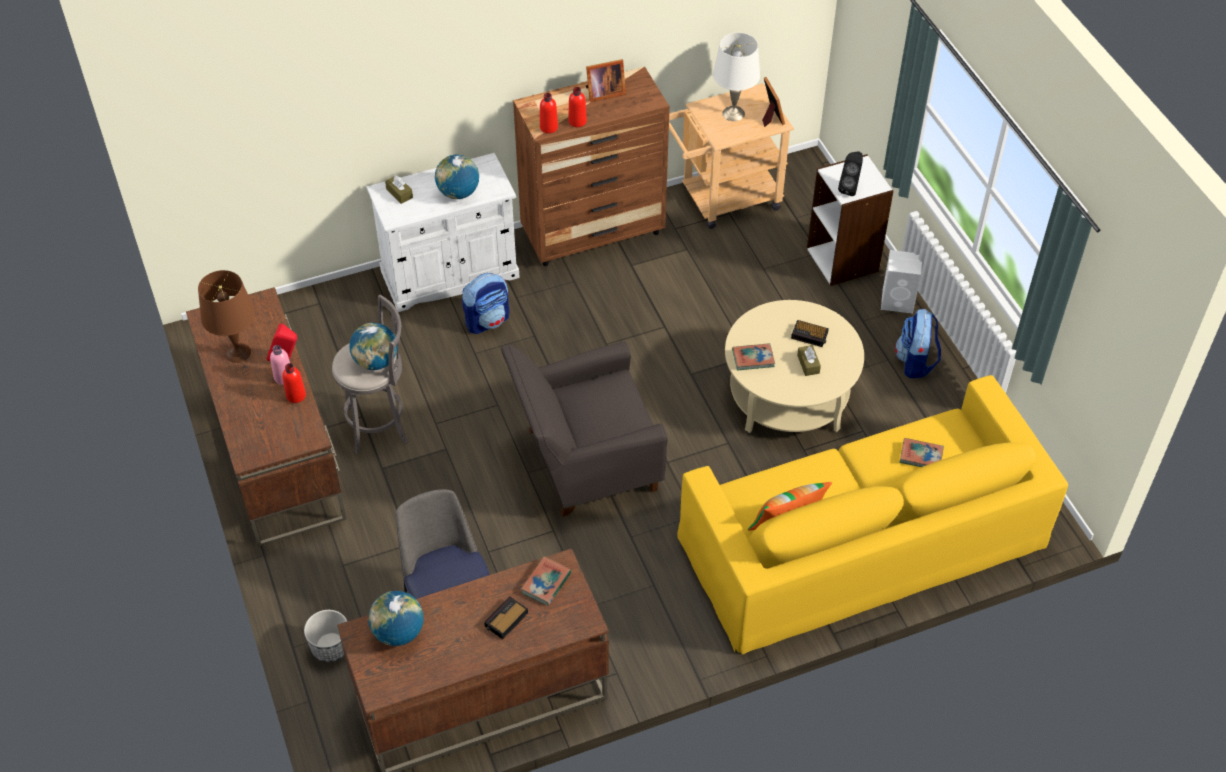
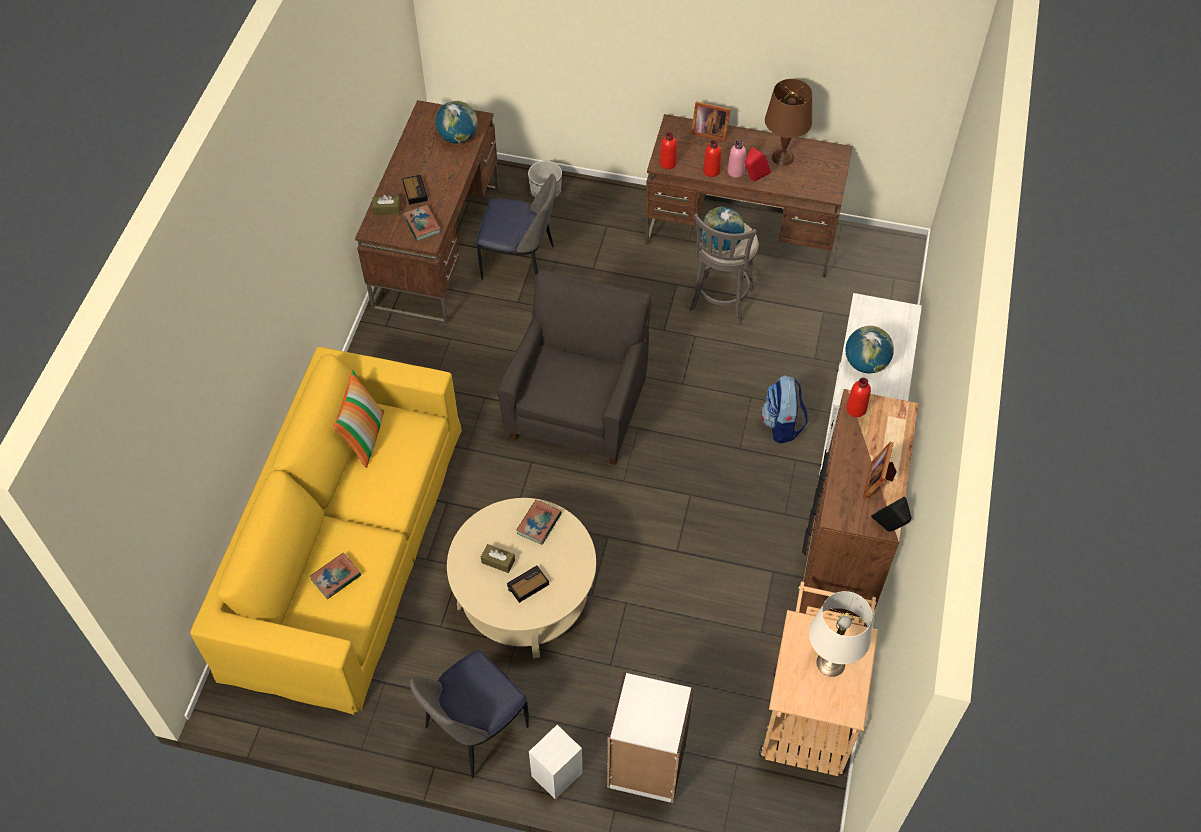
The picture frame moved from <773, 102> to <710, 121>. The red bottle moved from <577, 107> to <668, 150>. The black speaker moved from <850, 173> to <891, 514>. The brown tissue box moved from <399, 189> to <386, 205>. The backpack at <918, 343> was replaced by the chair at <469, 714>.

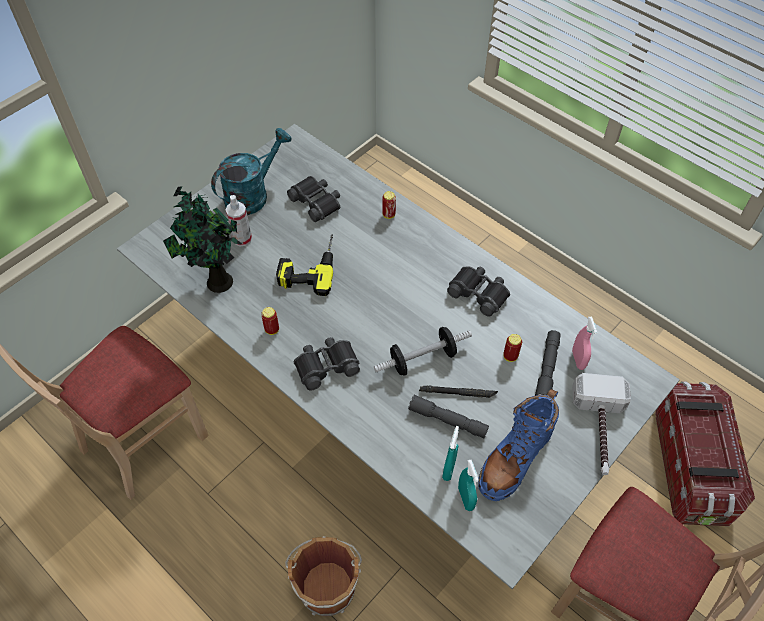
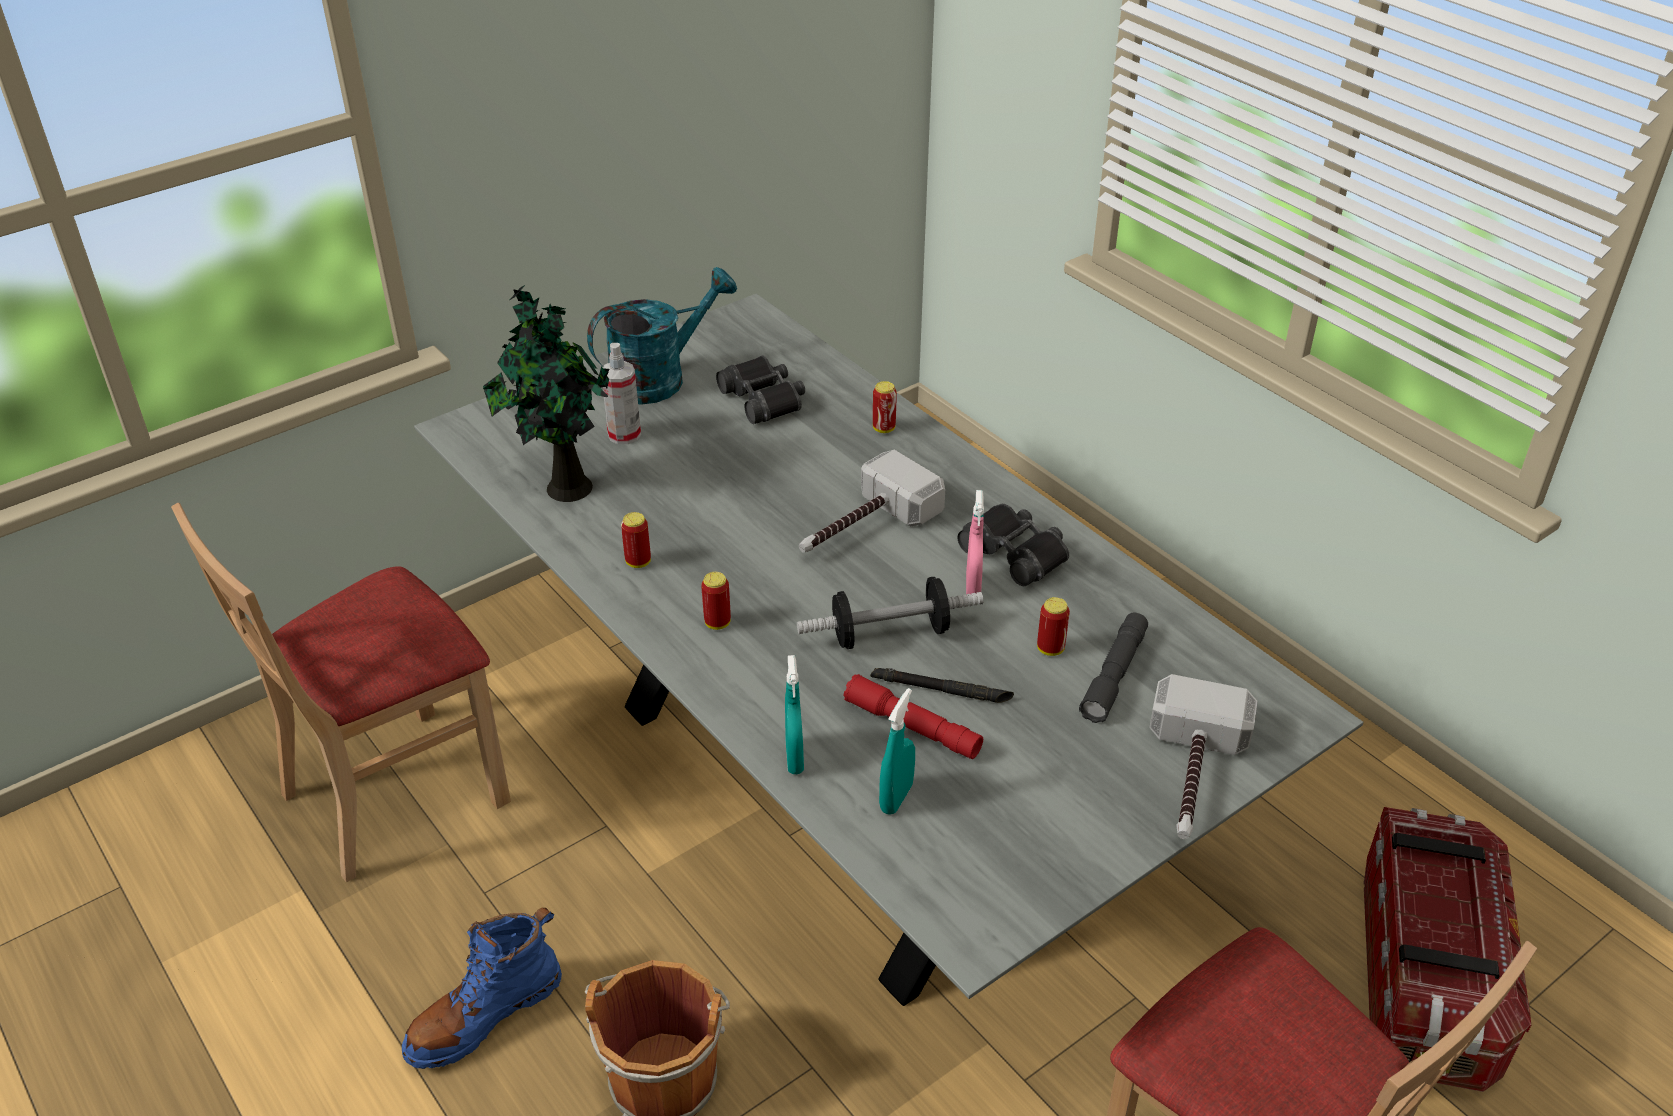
The power drill at <304, 265> disappeared. The pink spray bottle moved from <584, 343> to <975, 542>. The black binoculars at <327, 363> was replaced by the can at <716, 601>. The blue boot moved from <518, 445> to <482, 988>. The grey flashlight at <448, 416> became the red flashlight at <913, 716>. The turquoise spray bottle moved from <468, 485> to <794, 714>. The hammer at <872, 501> appeared.

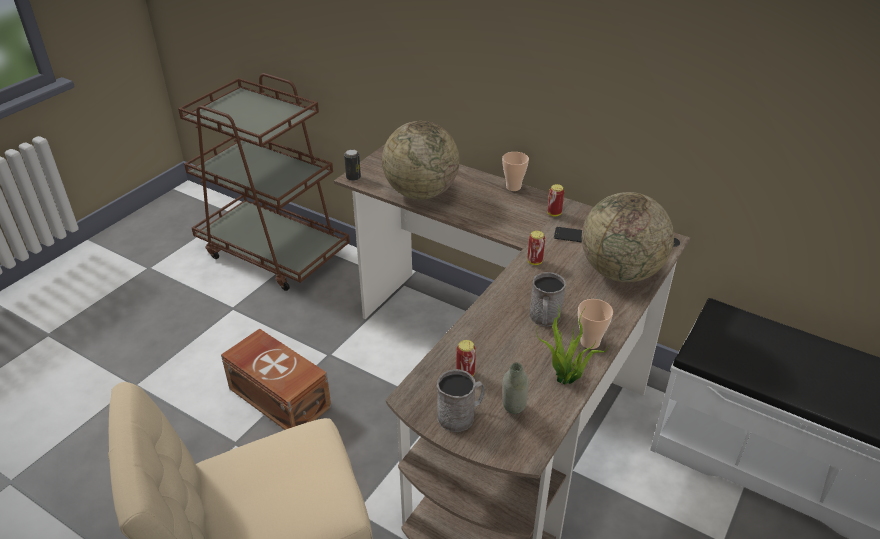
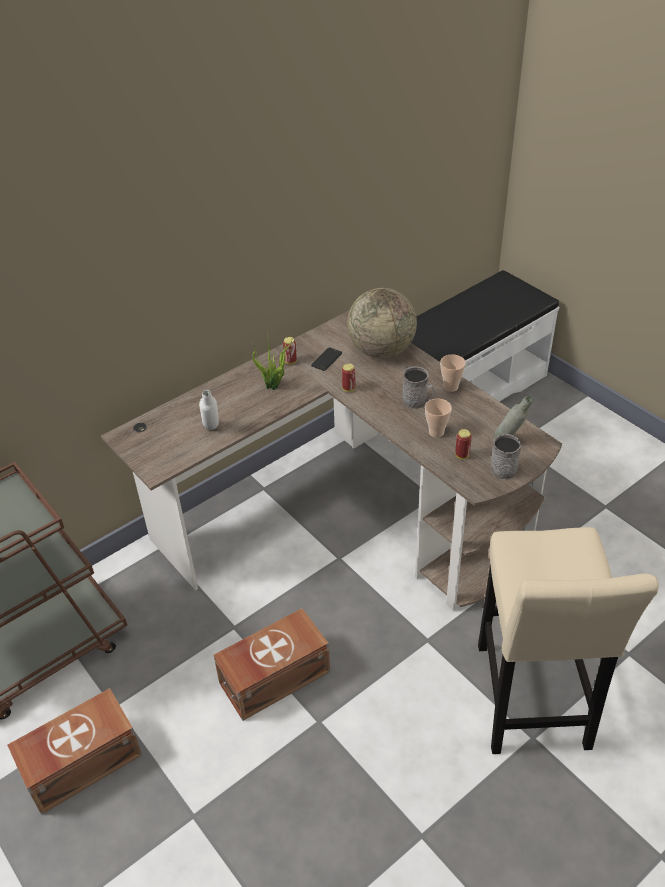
The globe at <421, 160> was replaced by the white bottle at <209, 410>. The can at <352, 165> disappeared. The cup moved from <515, 171> to <438, 418>. The potted plant moved from <572, 345> to <272, 362>. The brown storage box at <74, 751> appeared.

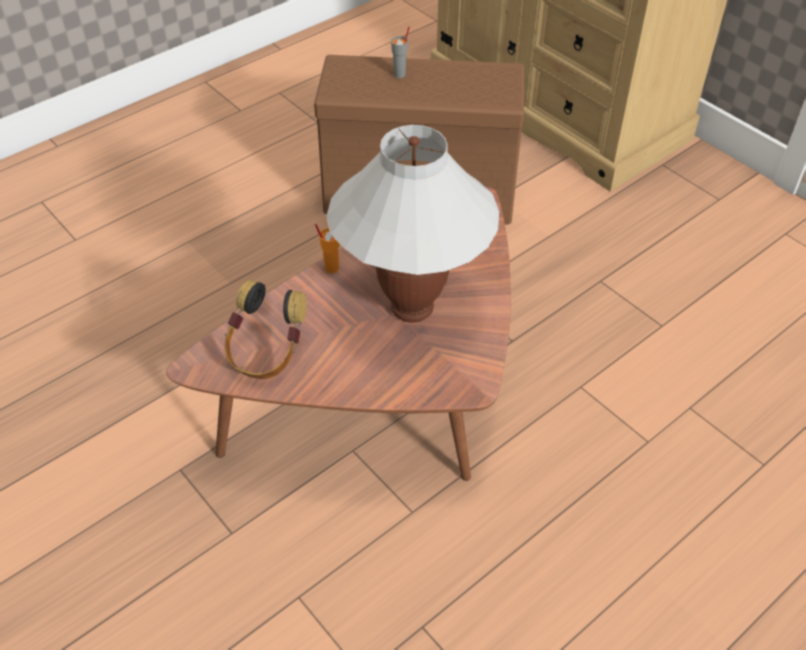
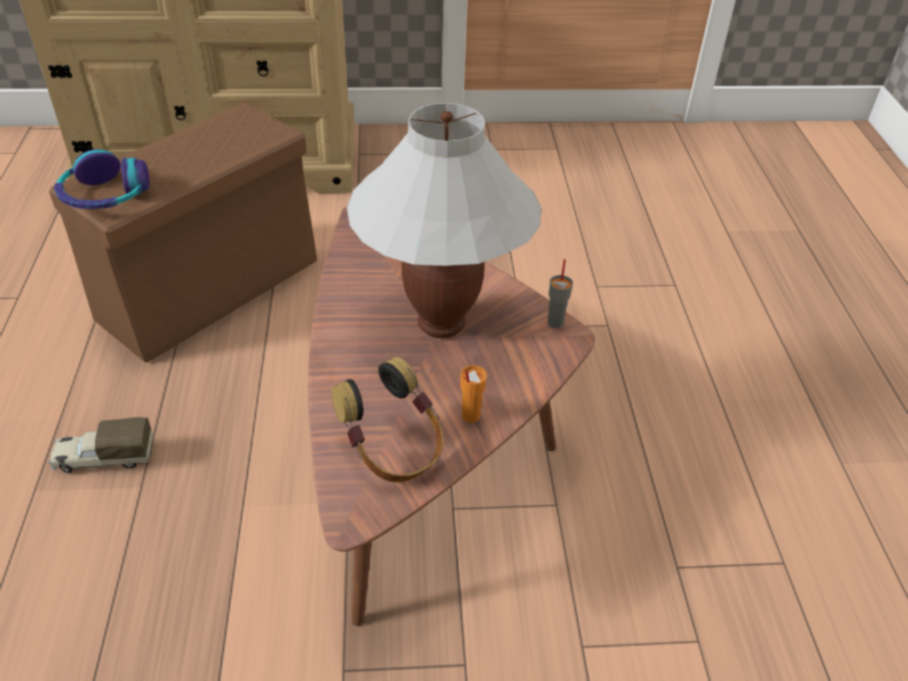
The grey cup moved from <400, 52> to <560, 293>. The orange cup moved from <327, 248> to <473, 394>. The headphones at <101, 179> appeared. The toy truck at <100, 445> appeared.

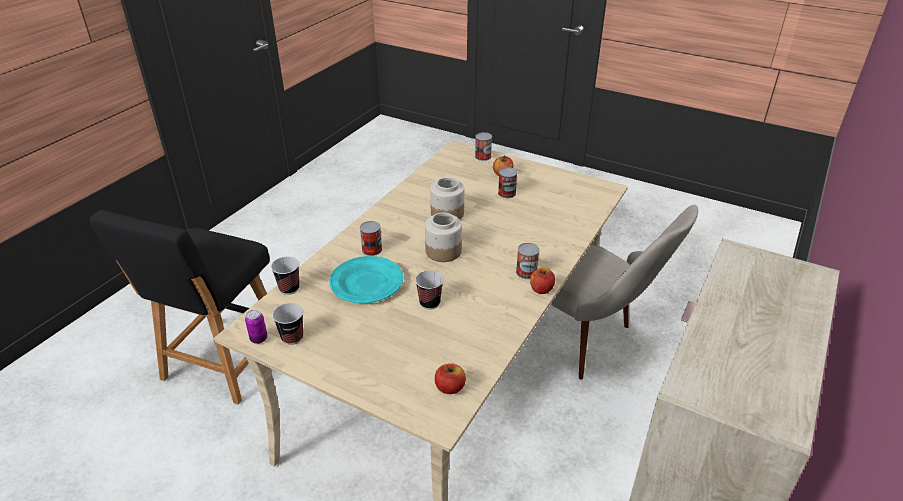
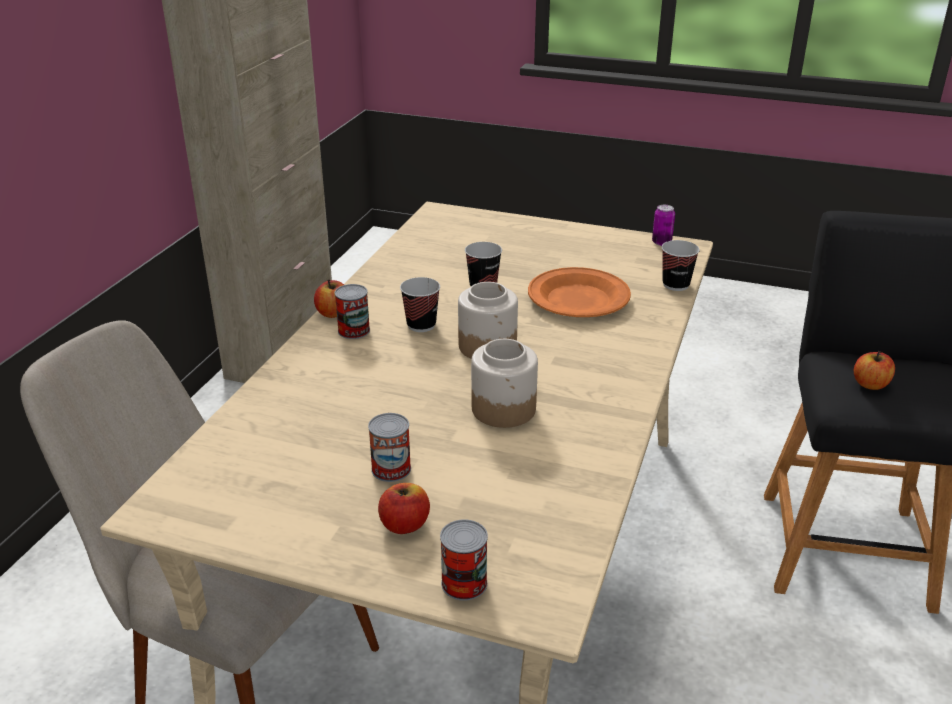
The can at <371, 238> disappeared. The turquoise plate at <366, 279> became the orange plate at <579, 292>. The cup moved from <287, 324> to <420, 304>. The apple moved from <450, 378> to <874, 370>.

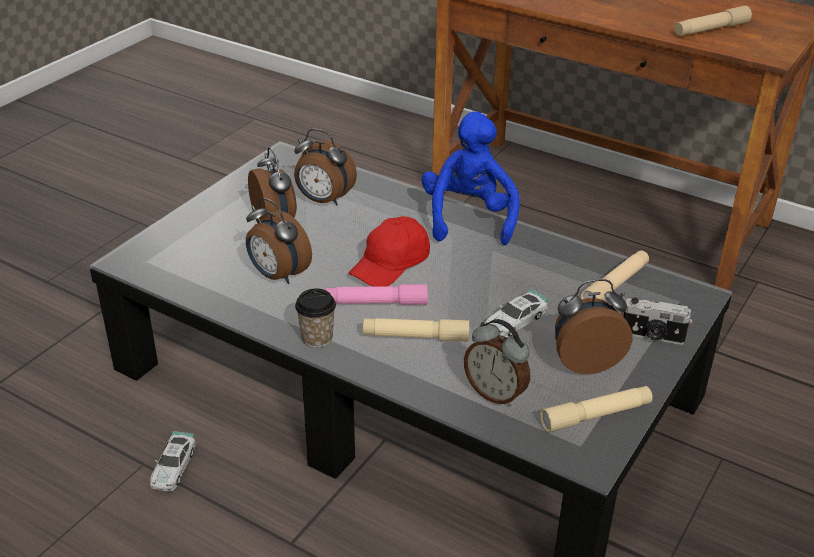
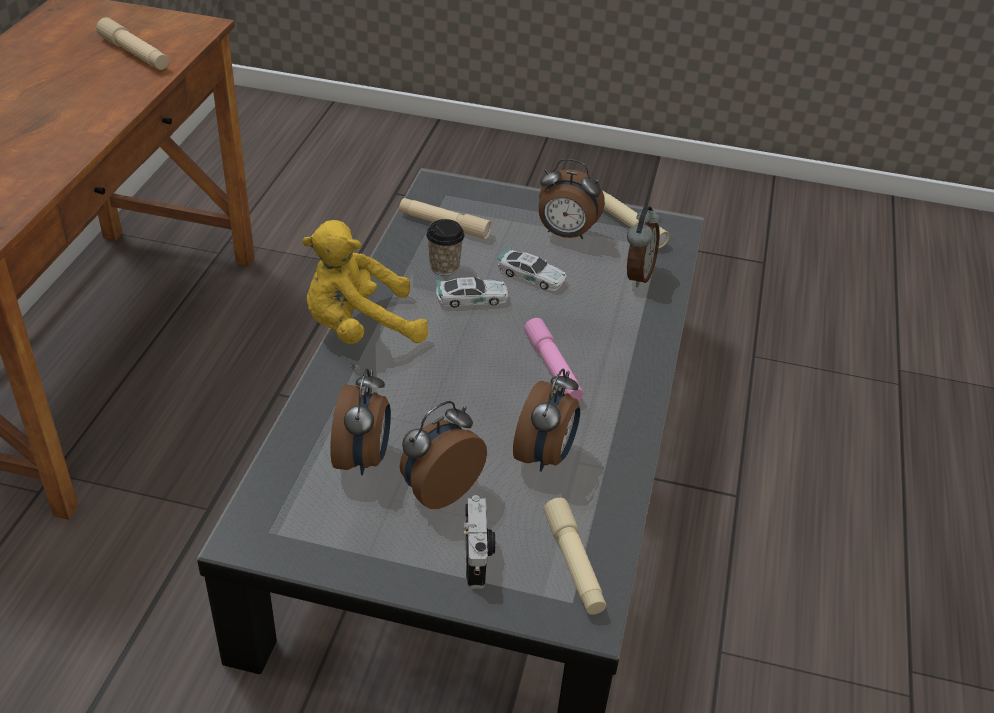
The blue plush toy at <470, 178> became the yellow plush toy at <365, 282>. The red cap at <389, 251> disappeared. The alarm clock at <594, 326> turned 45 degrees counterclockwise. The cup moved from <315, 318> to <445, 247>. The photo camera moved from <657, 321> to <479, 542>. The beige flashlight moved from <416, 330> to <575, 556>. The toy car moved from <173, 461> to <472, 292>.

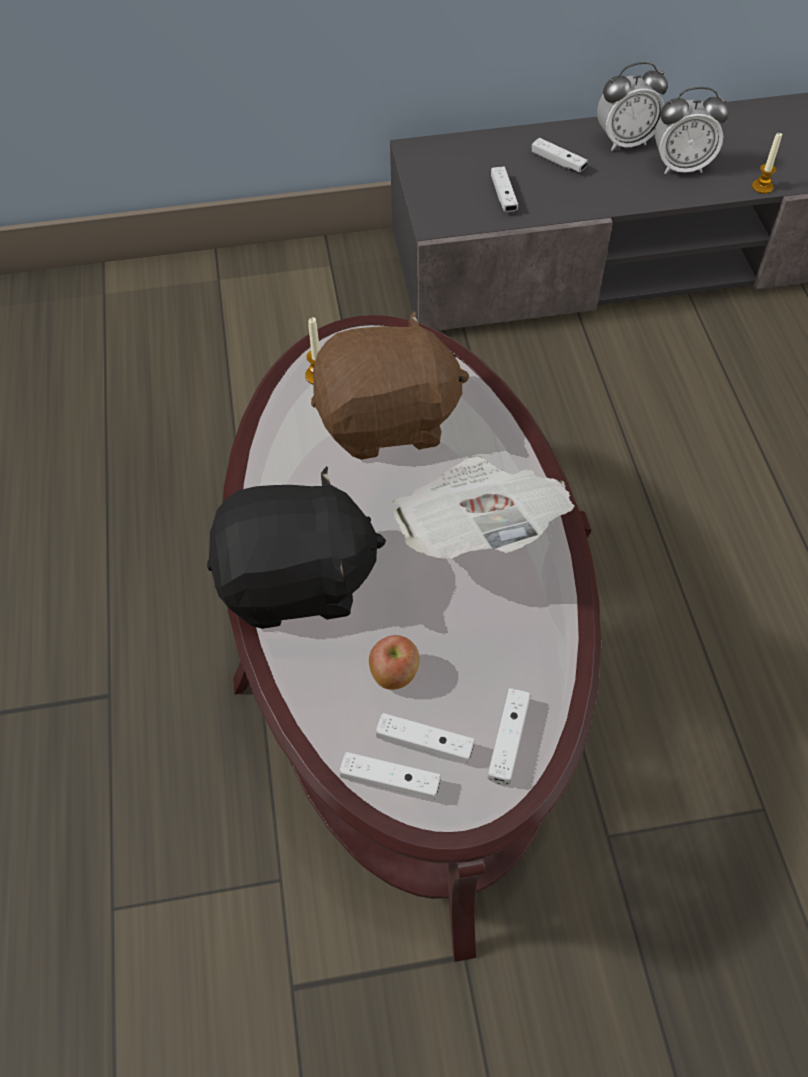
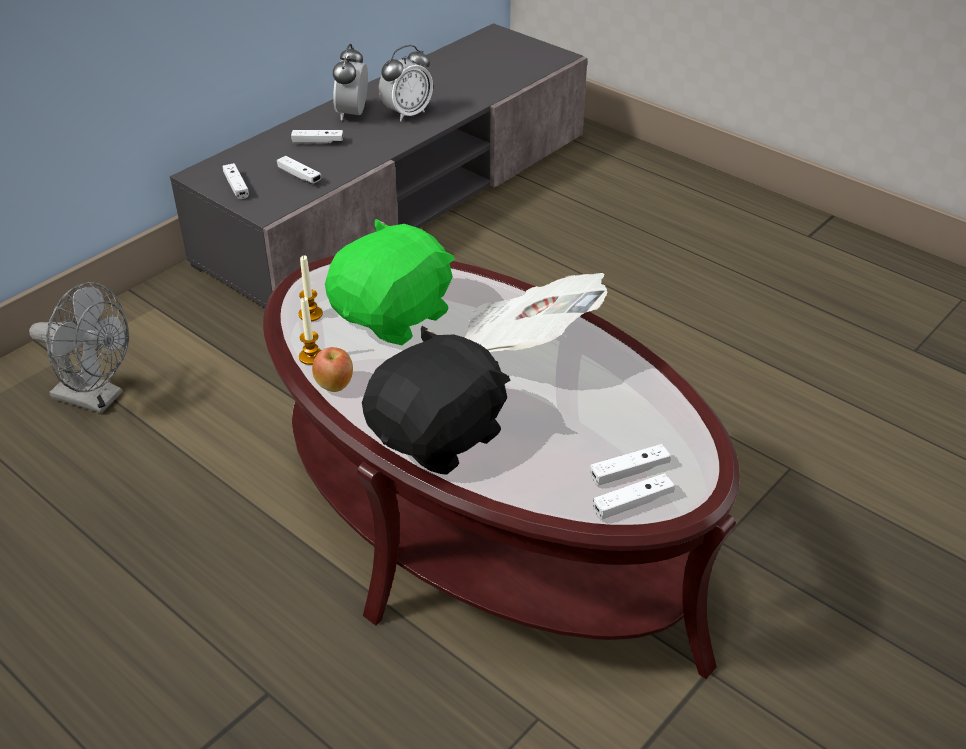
The alarm clock at <632, 106> turned 150 degrees clockwise. The candle moved from <767, 163> to <310, 331>. The brown plush toy at <390, 385> became the green plush toy at <390, 282>. The apple moved from <394, 662> to <332, 369>. The white game controller moved from <509, 736> to <236, 181>. The grey fan at <79, 348> appeared.

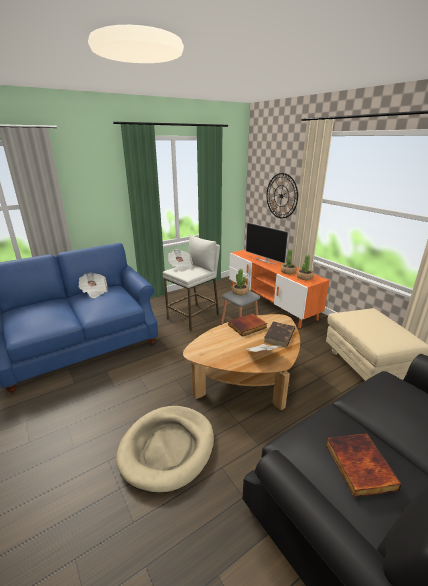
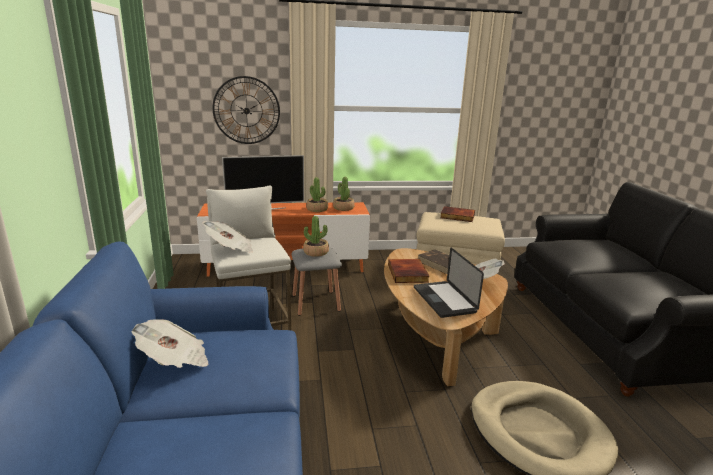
The book moved from <364, 465> to <457, 214>. The laptop at <449, 283> appeared.

